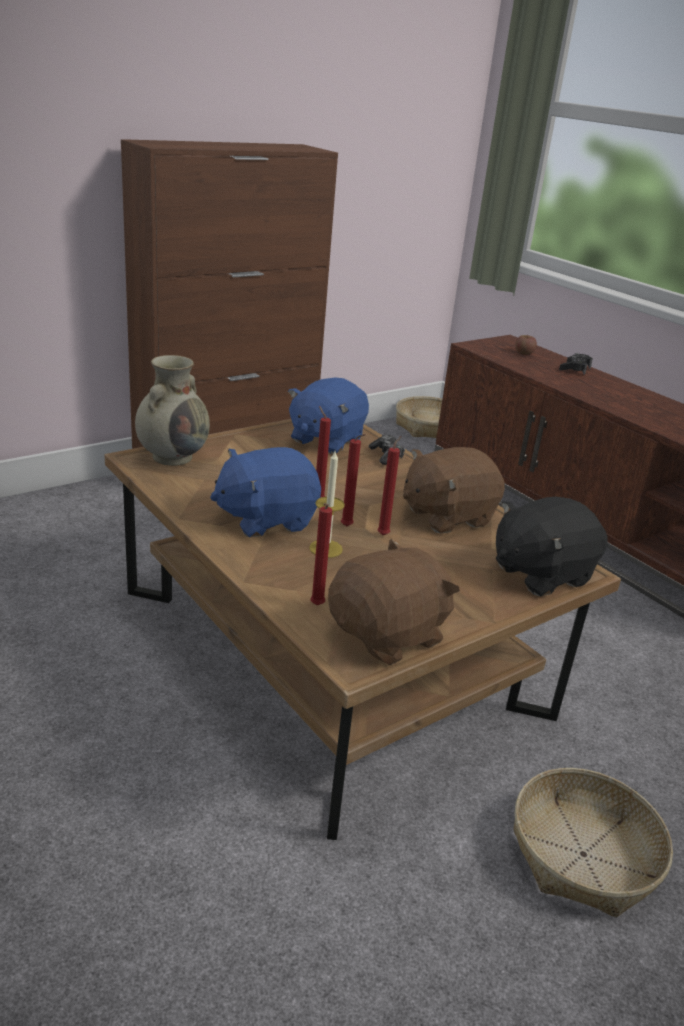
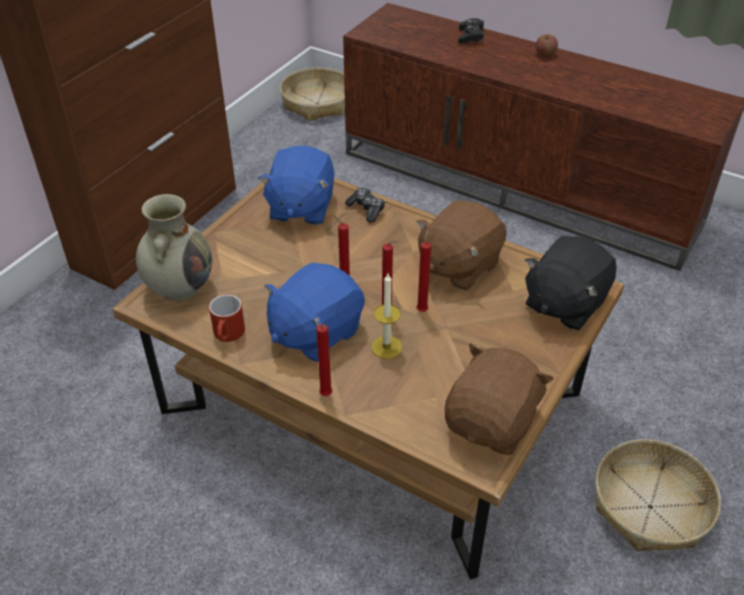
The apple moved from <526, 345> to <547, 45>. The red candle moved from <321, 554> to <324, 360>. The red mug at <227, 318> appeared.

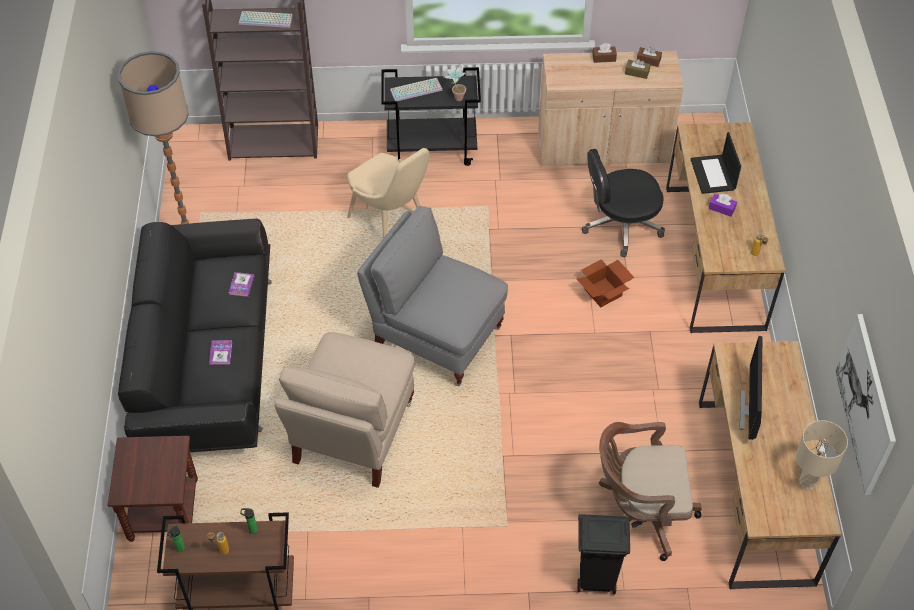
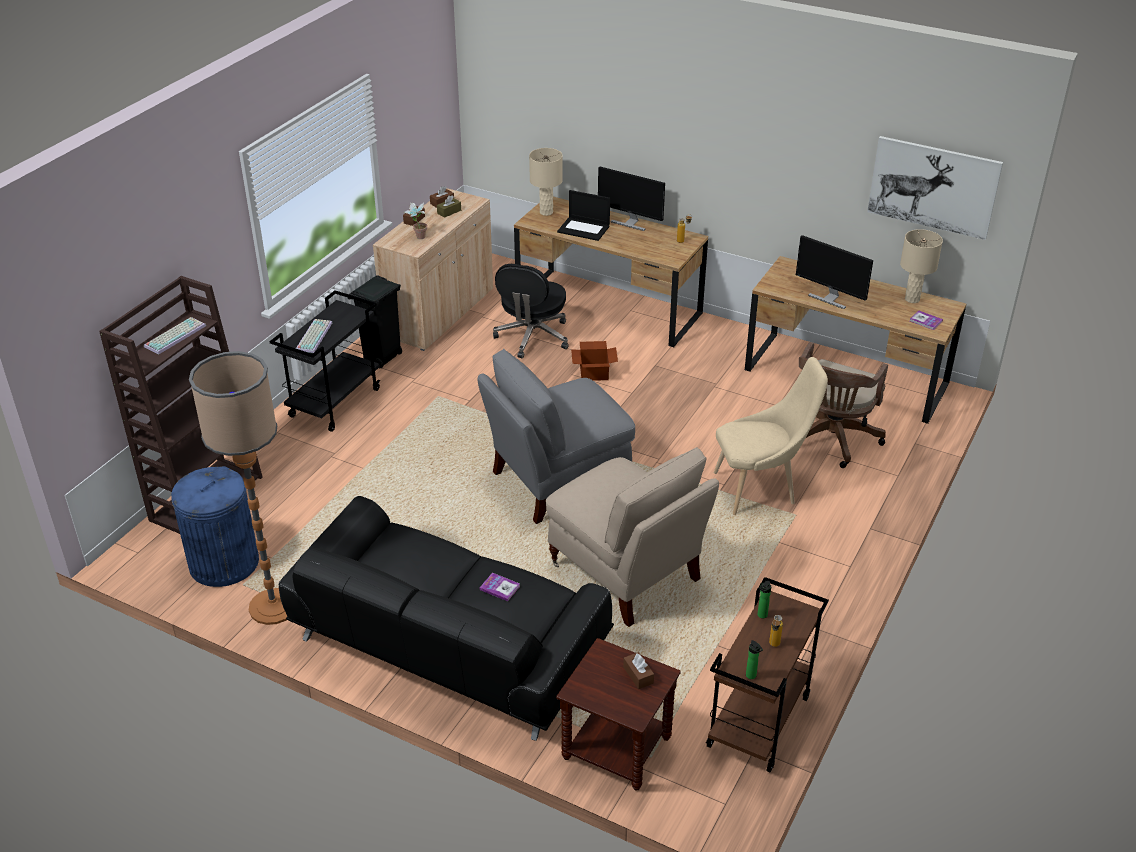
The potted plant moved from <455, 83> to <416, 220>. The beige chair moved from <388, 193> to <771, 436>. The purple tissue box at <723, 205> disappeared. The book moved from <241, 284> to <926, 320>. The black trash can moved from <603, 554> to <375, 321>. The beige table lamp at <546, 182> appeared. The monitor at <631, 199> appeared. The blue trash can at <215, 526> appeared. The brown tissue box at <638, 670> appeared.

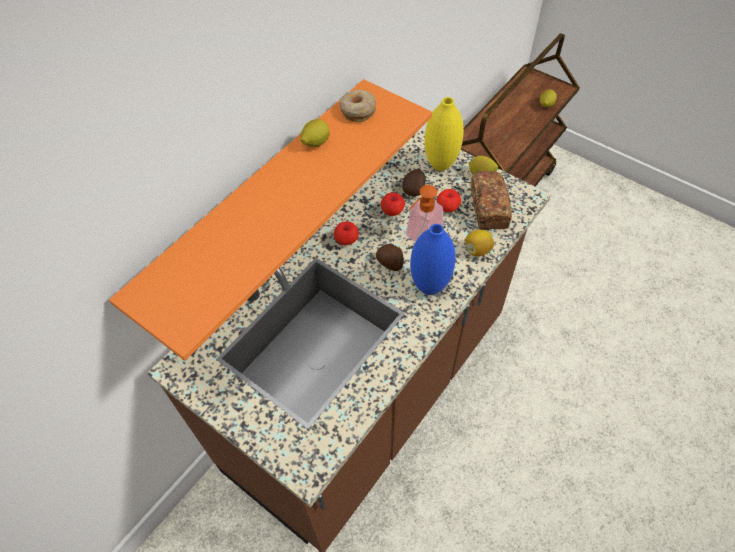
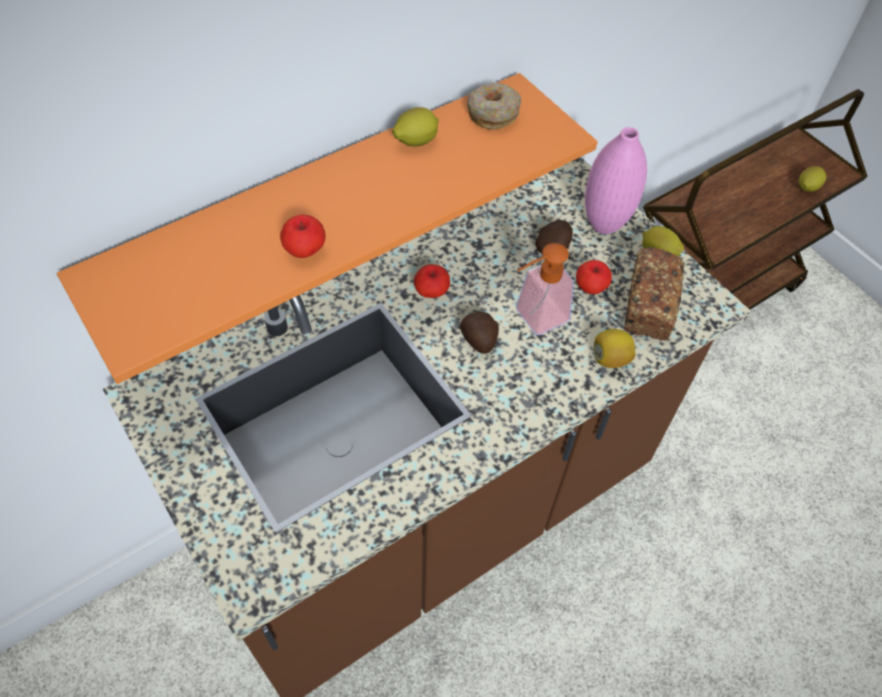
The yellow vase at <444, 134> became the pink vase at <616, 180>. The apple moved from <393, 204> to <303, 236>. The blue vase at <433, 259> disappeared.

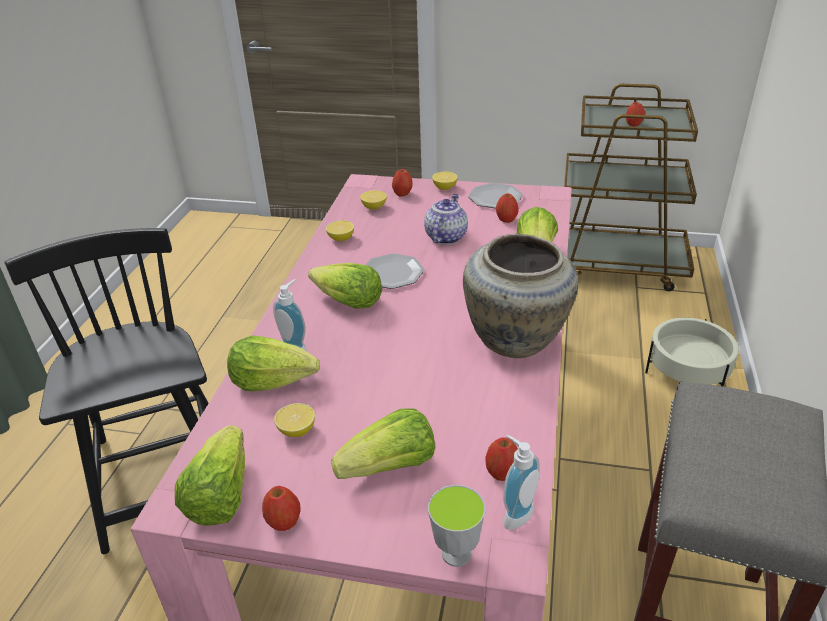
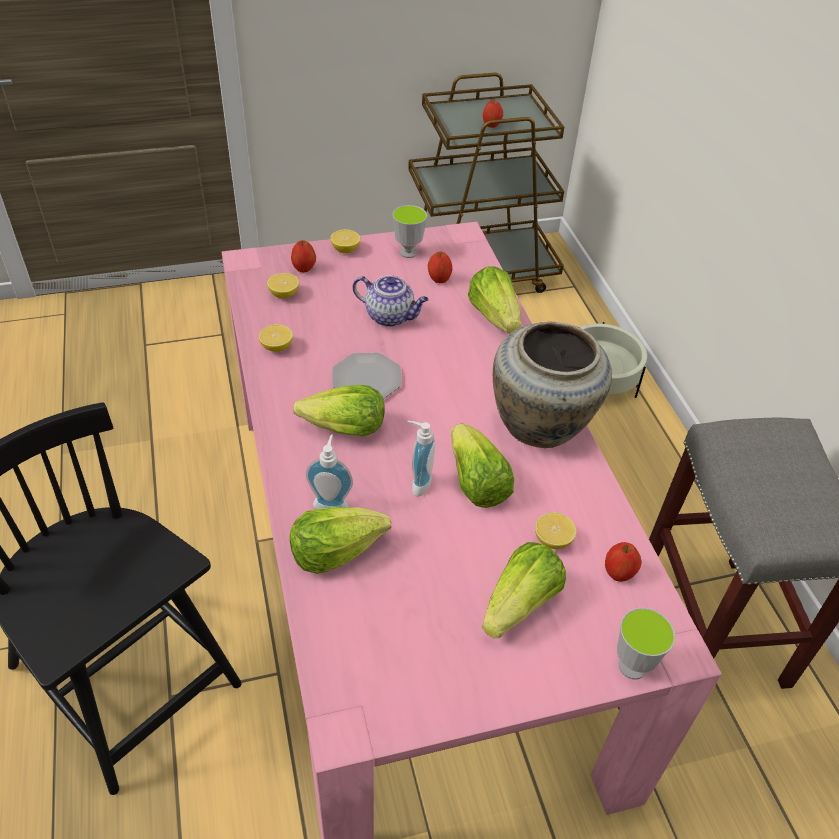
The plate at <495, 196> was replaced by the cup at <410, 231>. The teapot at <446, 219> turned 120 degrees clockwise. The lemon moved from <294, 420> to <555, 530>. The lettuce moved from <210, 475> to <482, 465>. The soap dispenser moved from <521, 482> to <421, 458>. The apple at <281, 508> disappeared.

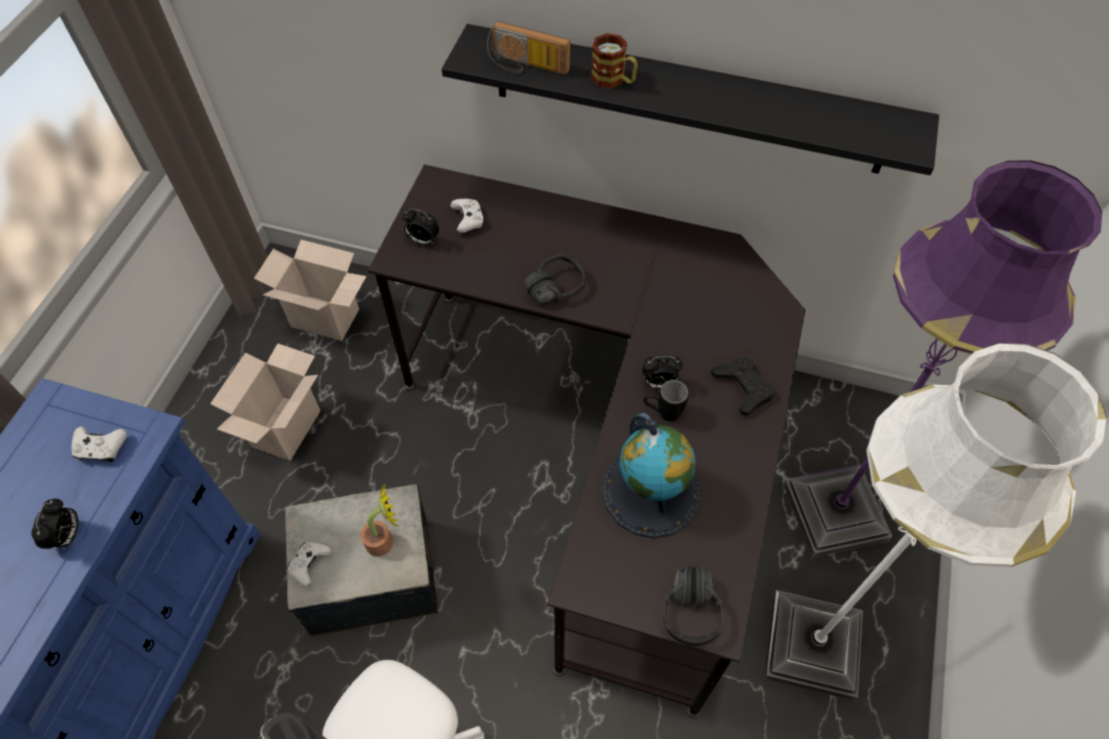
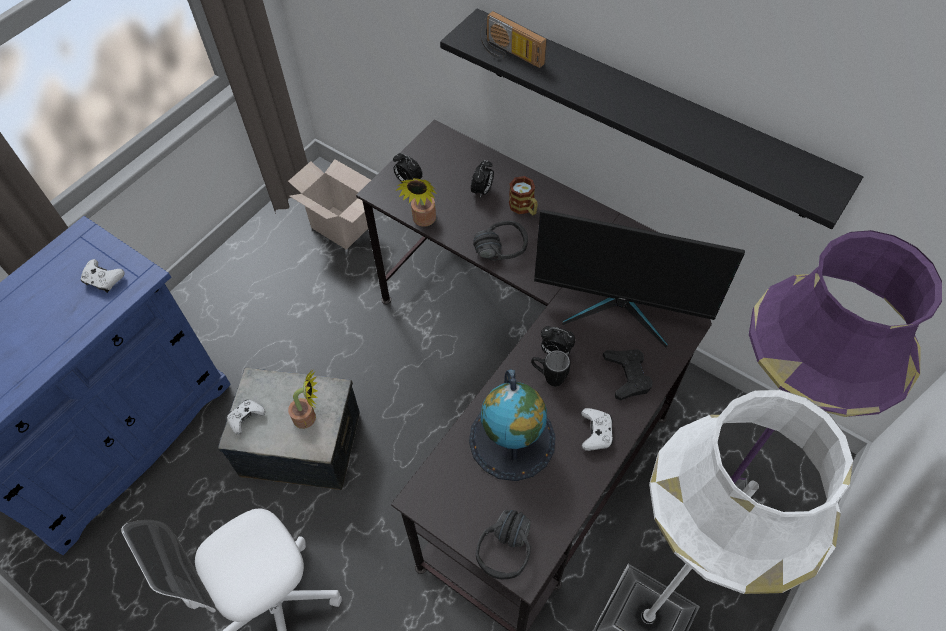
The mug moved from <614, 60> to <523, 195>. The white game controller moved from <467, 216> to <597, 429>. The cardboard box at <265, 402> disappeared. The alarm clock moved from <54, 524> to <482, 179>. The potted plant at <416, 202> appeared. The monitor at <639, 278> appeared.

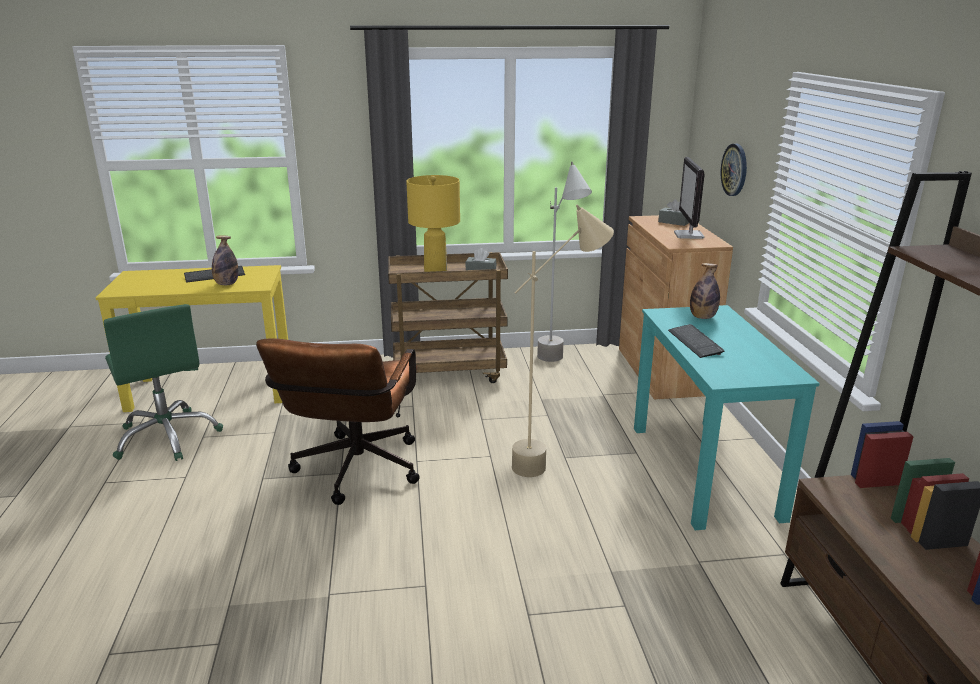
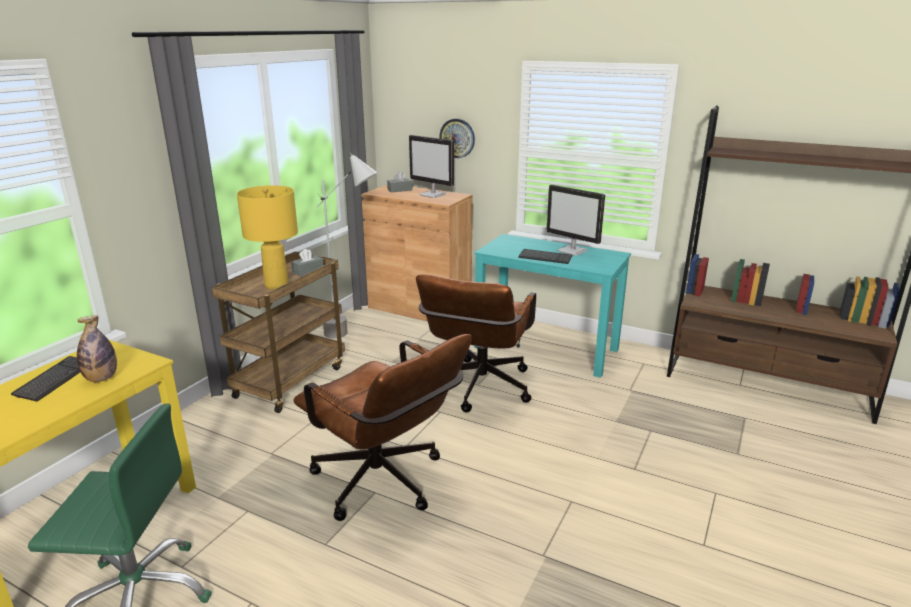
The beige floor lamp at <563, 341> was replaced by the brown office chair at <476, 343>. The bottle at <705, 291> disappeared. The monitor at <575, 220> appeared.

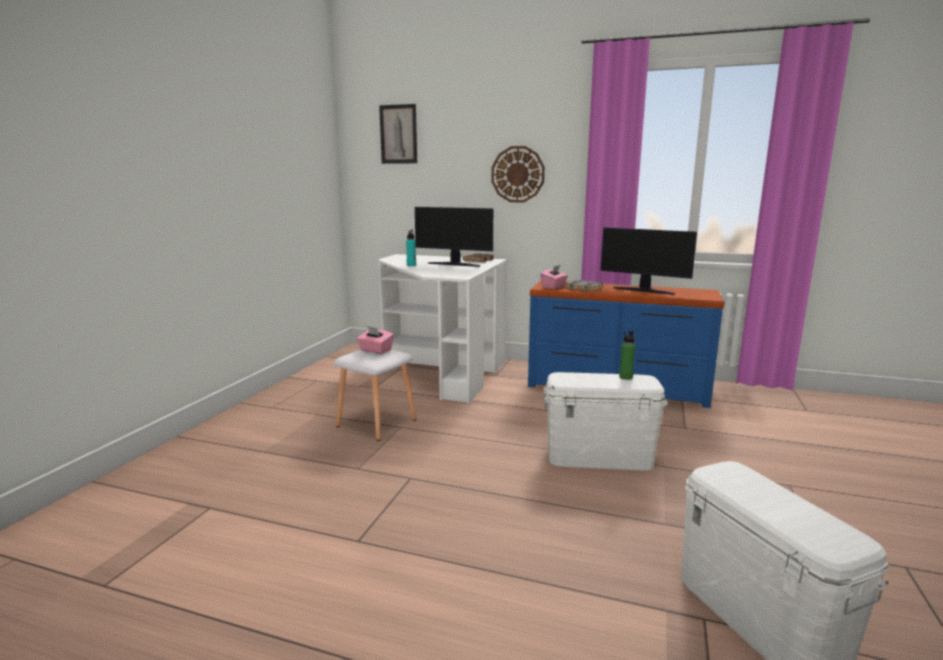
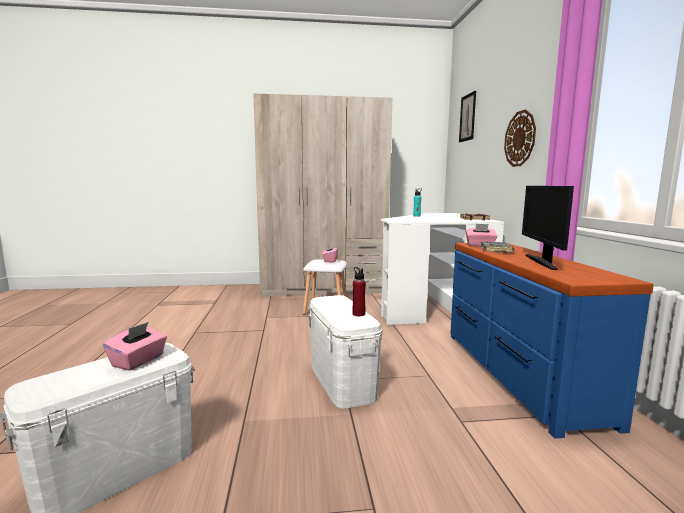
The monitor at <454, 237> disappeared. The green bottle at <627, 355> became the red bottle at <359, 291>. The beige wardrobe at <322, 195> appeared. The pink tissue box at <135, 346> appeared.

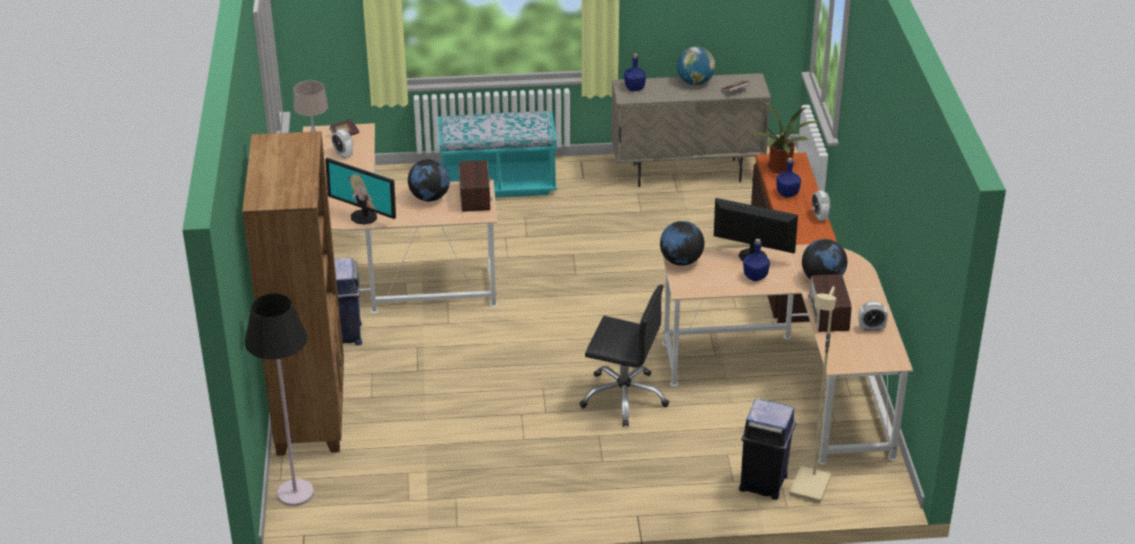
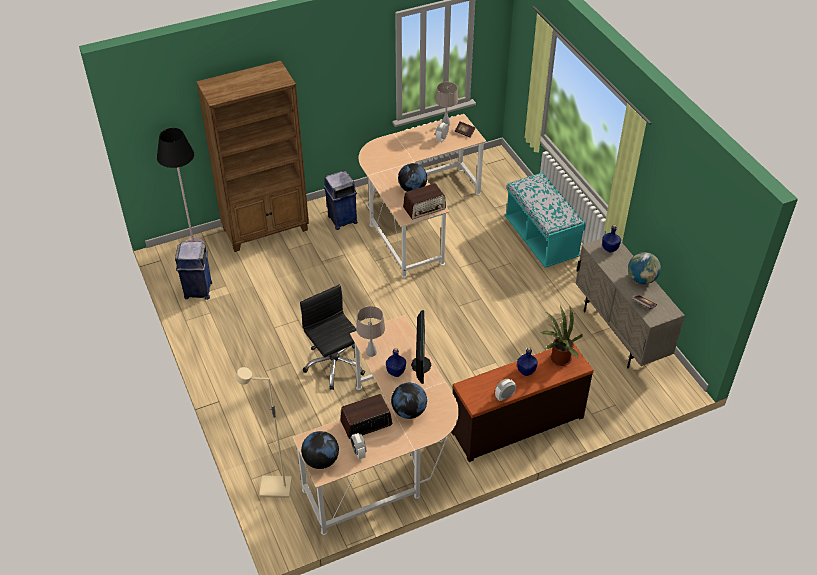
The monitor at <360, 191> disappeared. The globe moved from <682, 243> to <320, 450>. The black office chair at <624, 356> turned 150 degrees clockwise. The blue trash can moved from <767, 449> to <193, 271>. The beige table lamp at <370, 331> appeared.

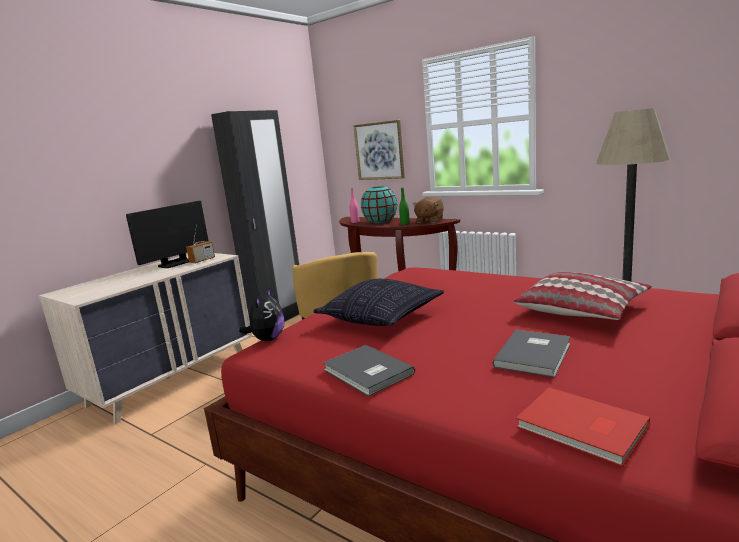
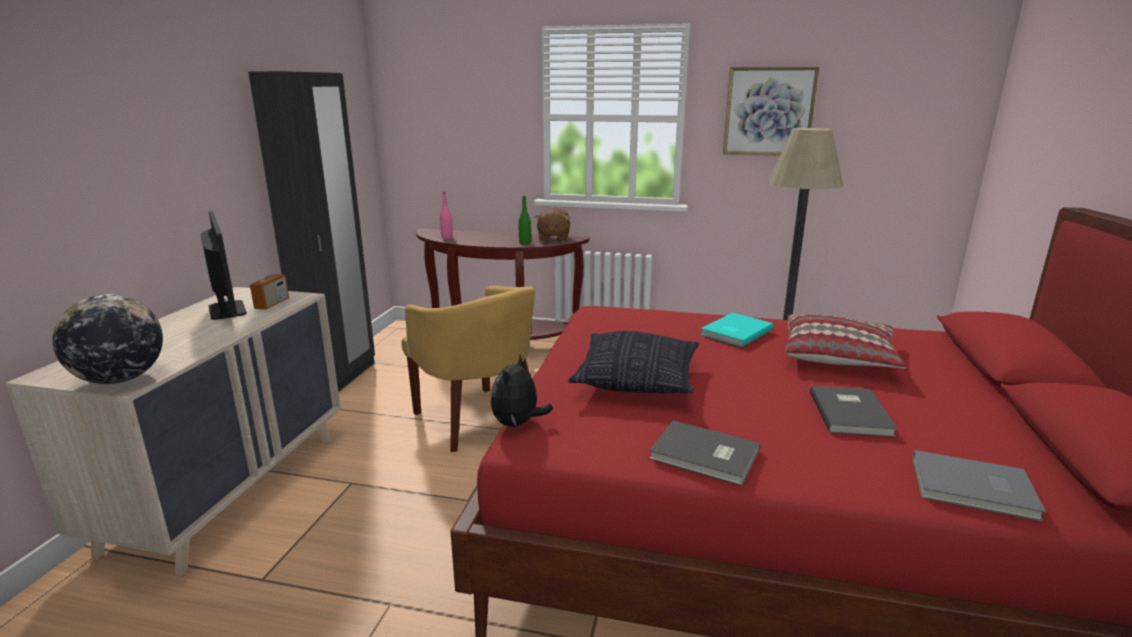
The picture moved from <379, 150> to <771, 111>. The turquoise vase at <379, 204> disappeared. The monitor at <167, 234> turned 45 degrees counterclockwise. The plush toy at <261, 314> turned 150 degrees counterclockwise. The red book at <583, 427> became the grey book at <979, 486>. The globe at <107, 339> appeared. The turquoise book at <736, 330> appeared.

